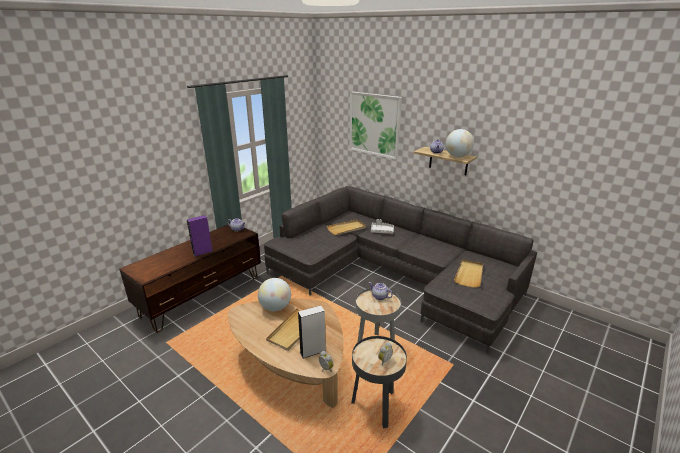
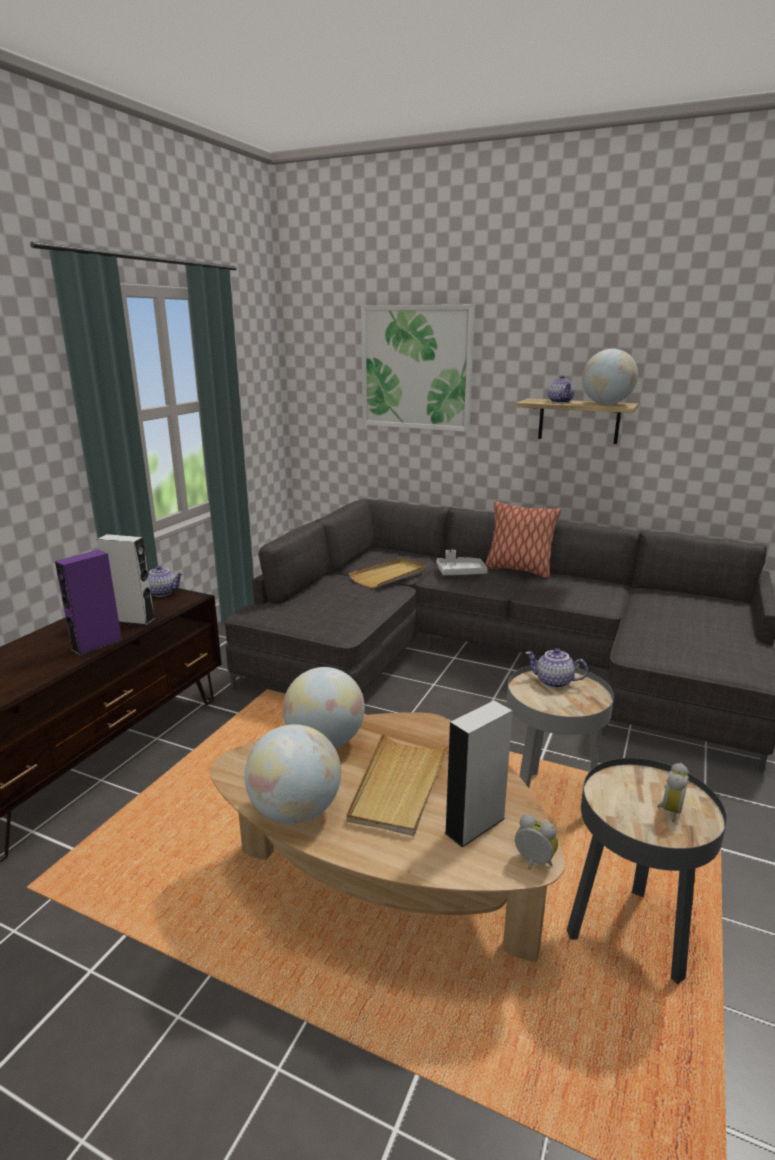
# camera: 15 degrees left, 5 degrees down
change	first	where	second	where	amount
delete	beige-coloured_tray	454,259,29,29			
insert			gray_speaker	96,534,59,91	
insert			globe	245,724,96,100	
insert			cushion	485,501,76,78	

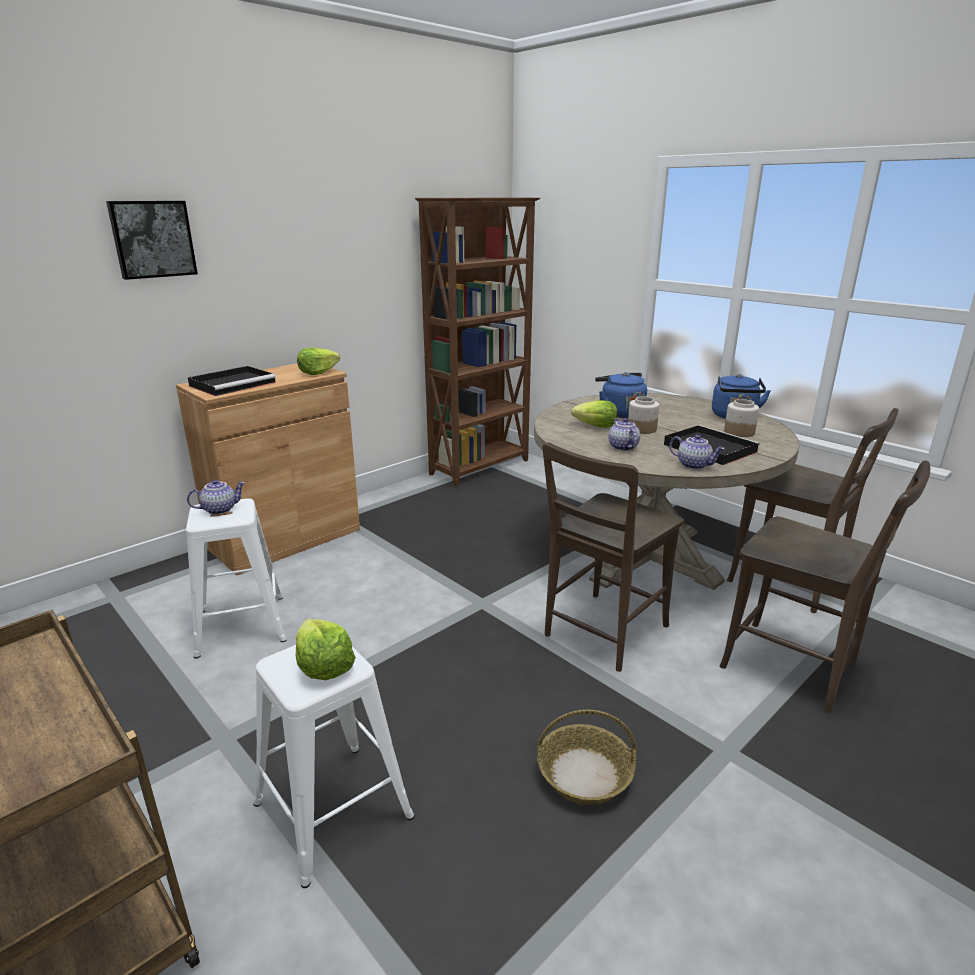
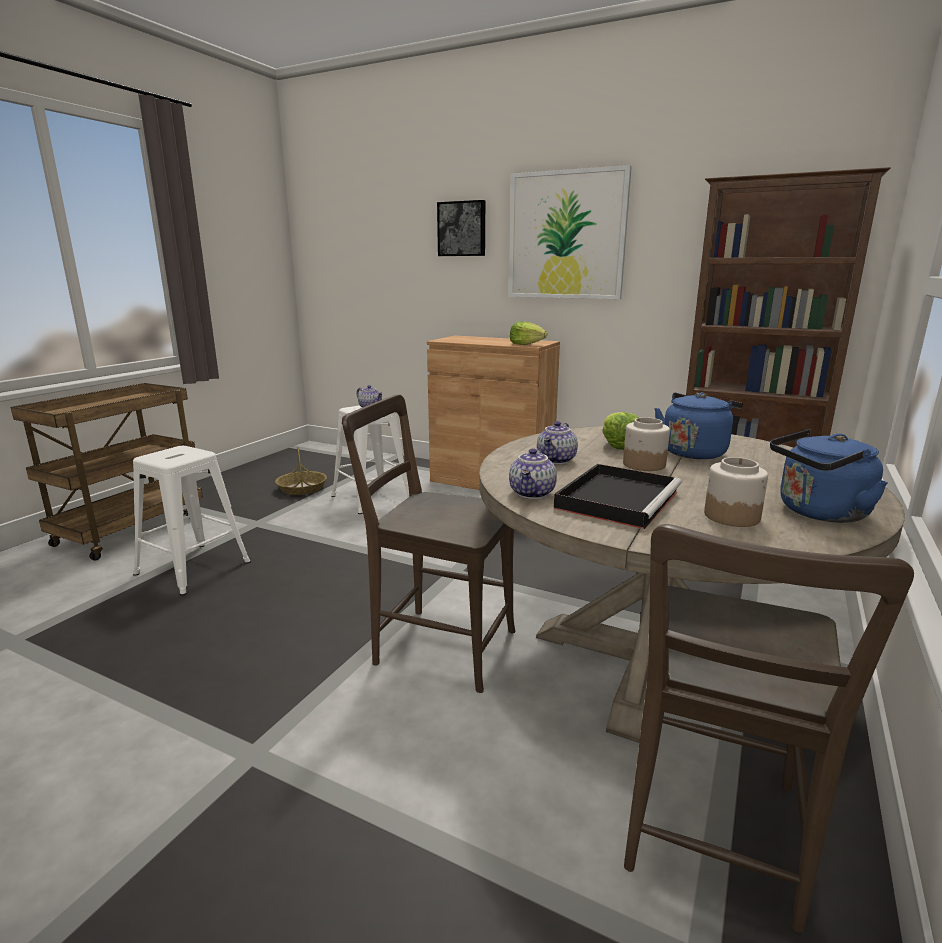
# camera: 70 degrees right, 5 degrees down
change	first	where	second	where	amount
delete	black_tray	188,366,88,30			
delete	head_of_lettuce	296,619,60,61			
delete	brown_chair	720,460,210,253			
insert			picture	509,165,123,134	
move	storage_basket	537,710,99,95		275,447,52,48	
rotate	tea_pot	609,418,31,33		537,421,41,43	150 degrees clockwise

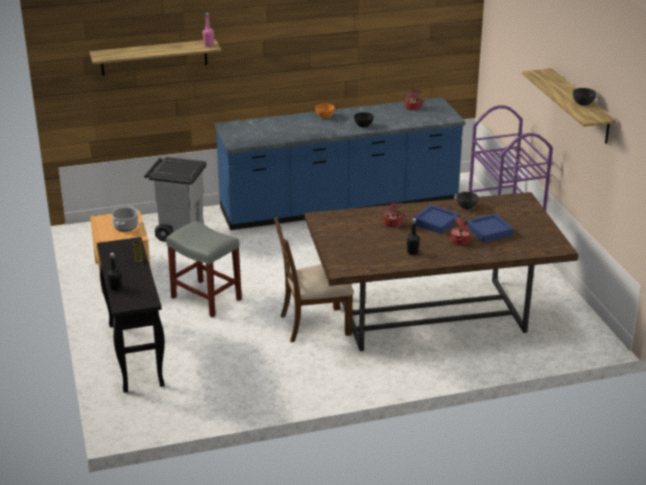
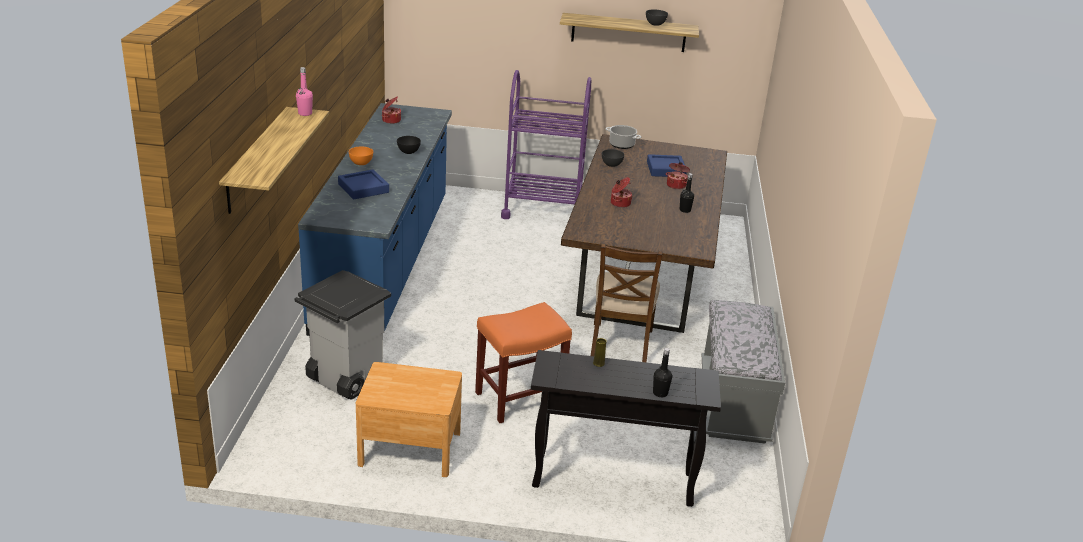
# camera: 70 degrees left, 0 degrees up
change	first	where	second	where	amount
insert			gray_long_seat	702,300,83,144	
move	stockpot	111,206,27,25		605,125,36,24	
move	blue-coloured_tray	413,205,46,29		338,169,51,31	
recolor	gray_sitting_stool	166,221,76,96	orangey_sitting_stool	475,302,97,121	

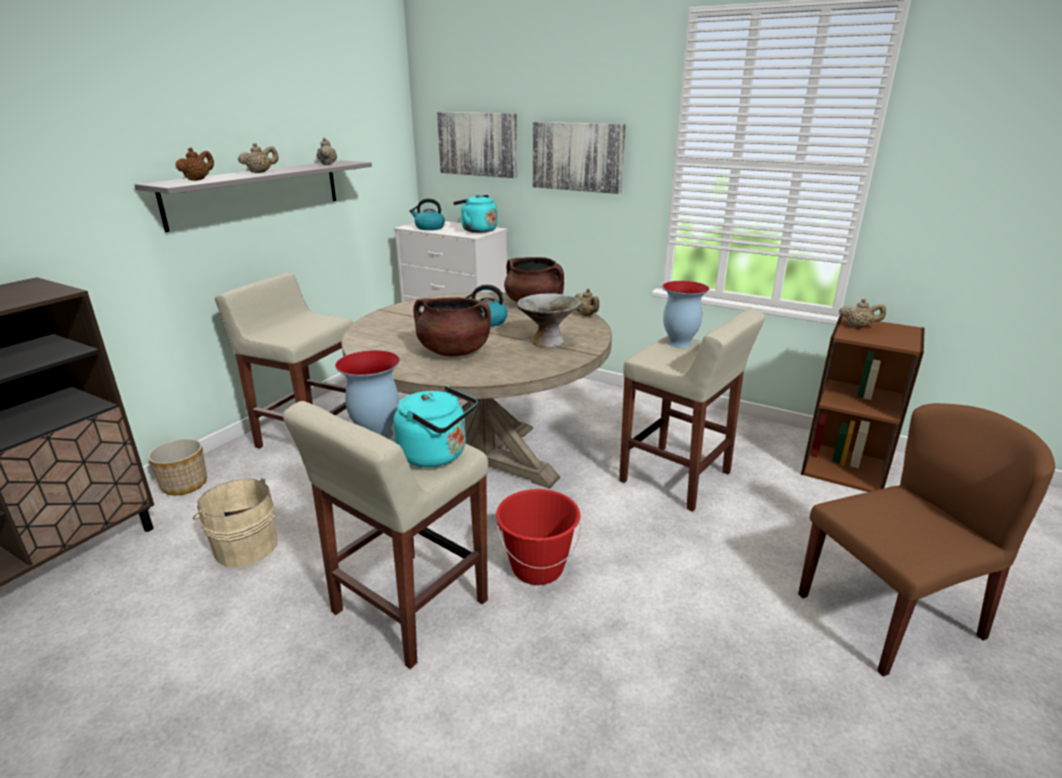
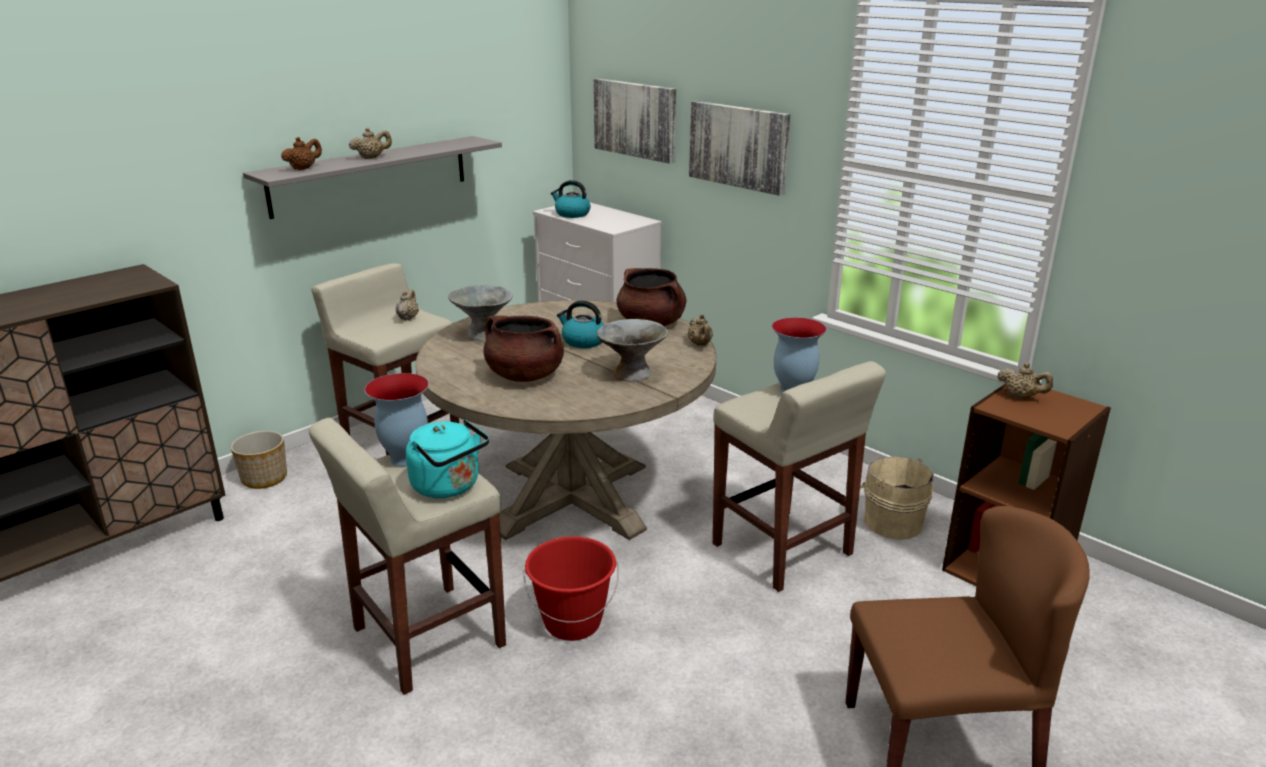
# camera: 15 degrees right, 0 degrees up
change	first	where	second	where	amount
delete	turquoise_kettle	453,194,44,39			
insert			gray_bowl	448,285,65,56	
move	beige-coloured_pail	193,478,85,90		860,456,74,84	
move	beige-coloured_tea_pot	317,138,20,27		395,289,24,31	

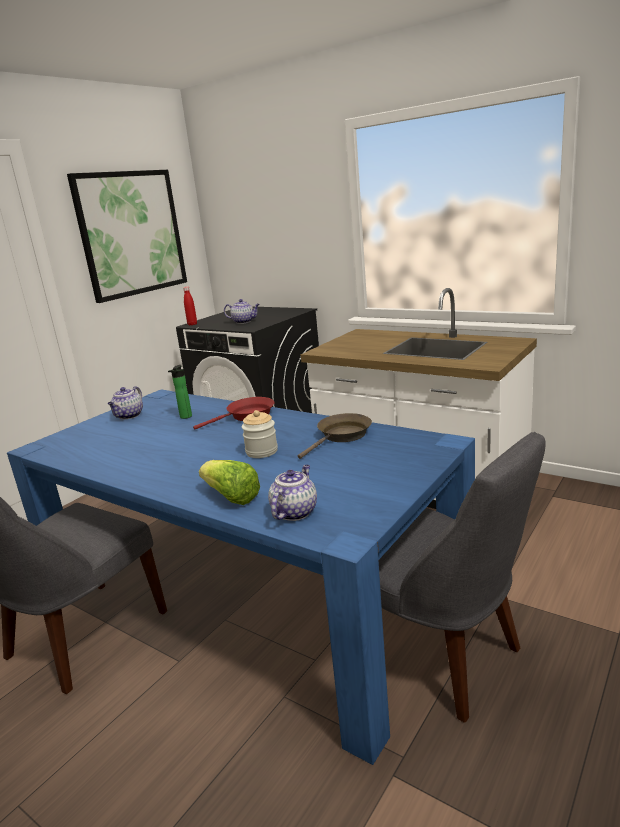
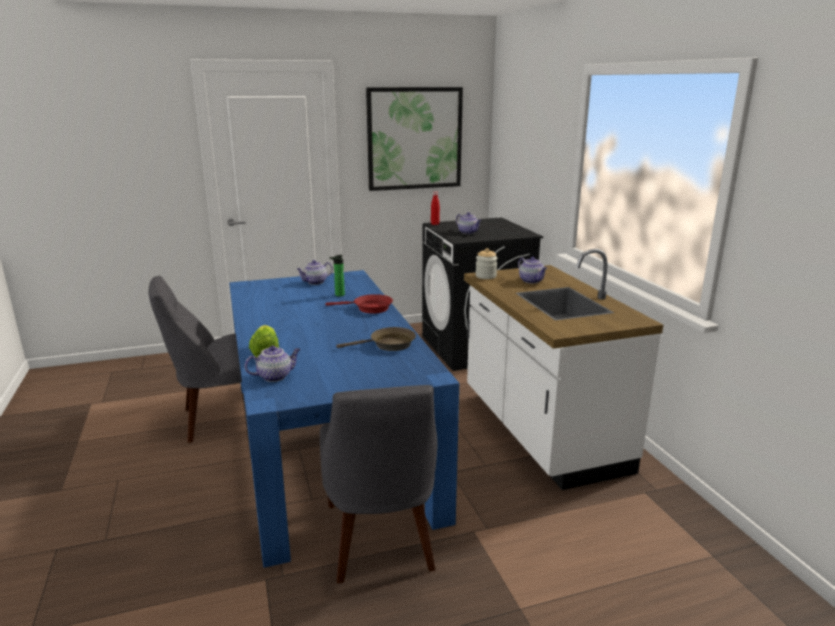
# camera: 35 degrees right, 0 degrees up
change	first	where	second	where	amount
insert			tea_pot	518,257,29,26	
move	storage_jar	242,410,36,48		475,248,23,31	

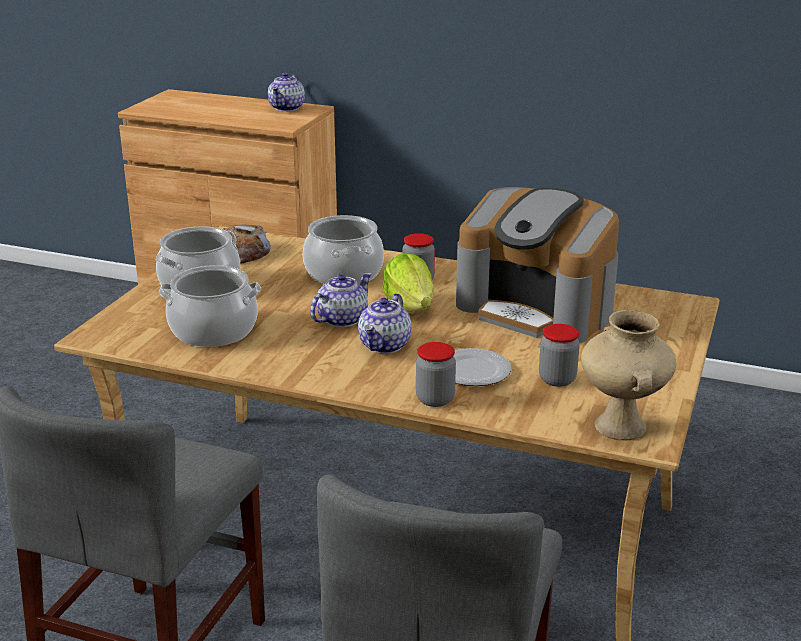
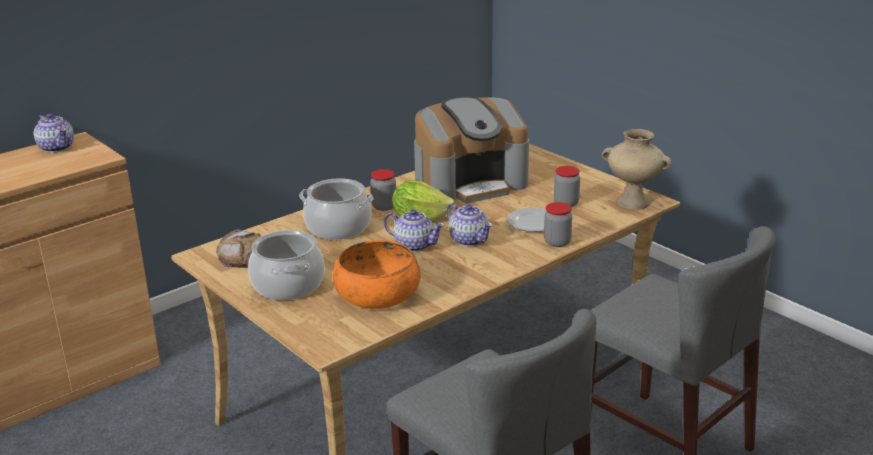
# camera: 60 degrees left, 0 degrees up
change	first	where	second	where	amount
replace	stockpot	159,265,102,82	orangey_bowl	332,240,89,69	
rotate	tea_pot	310,273,62,54		384,209,61,43	135 degrees clockwise

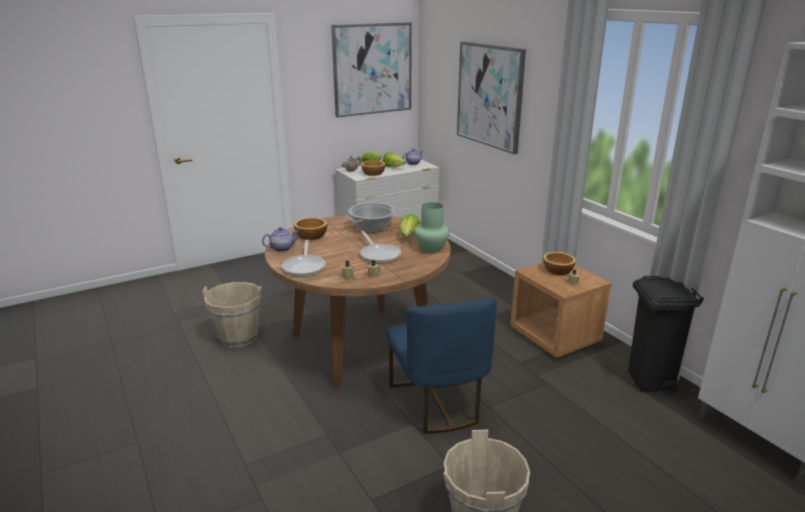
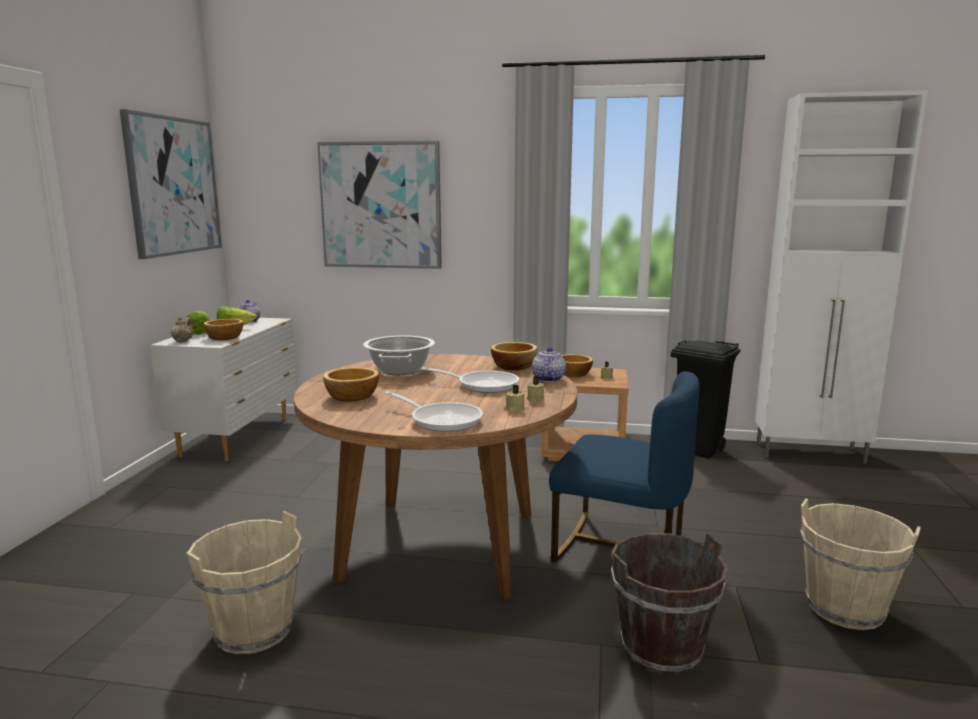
# camera: 50 degrees left, 10 degrees down
change	first	where	second	where	amount
delete	head_of_lettuce	399,214,22,24			
insert			brown_pail	611,533,117,142	
move	tea_pot	262,227,37,25		532,347,34,35	
replace	green-coloured_decorative_vase	414,202,35,51	bowl	491,342,46,28	

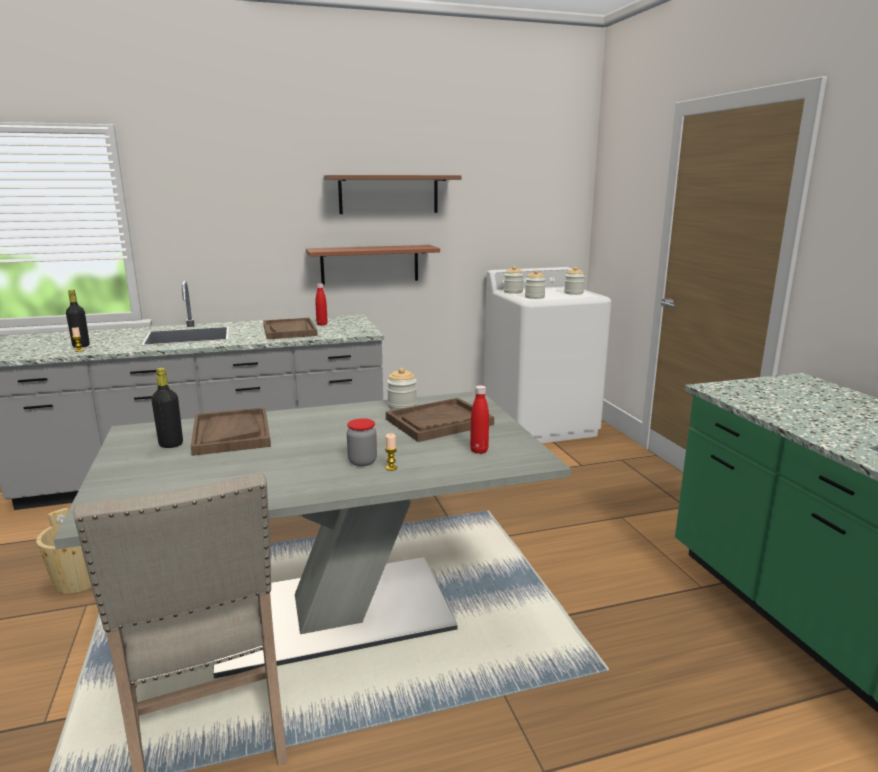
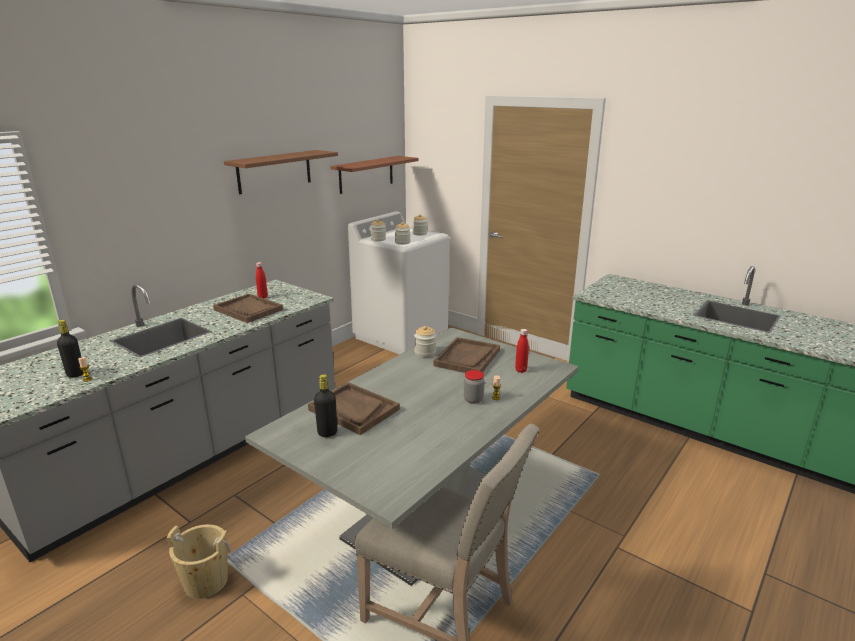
# camera: 35 degrees left, 5 degrees up
change	first	where	second	where	amount
move	brown_shelf	306,245,134,40		330,156,88,38	

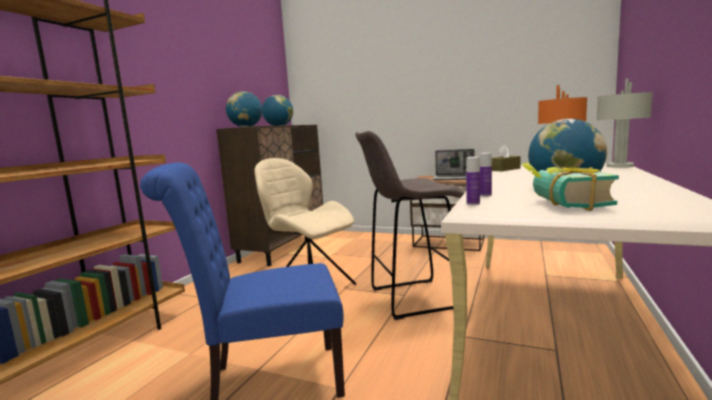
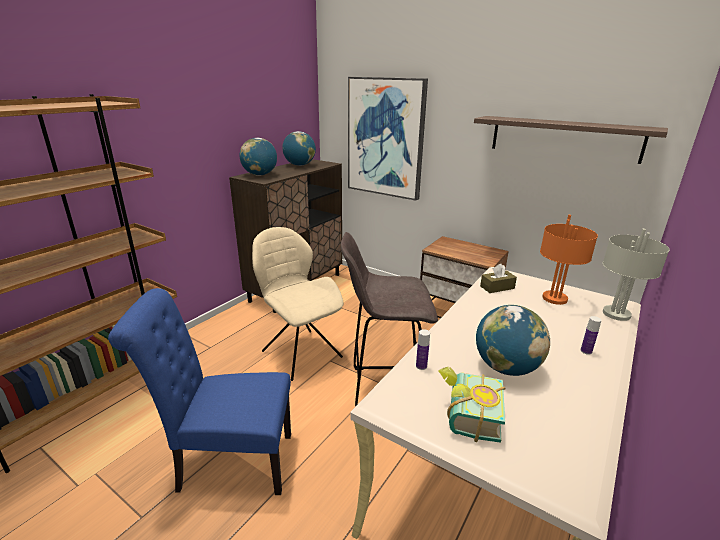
# camera: 10 degrees right, 15 degrees up
change	first	where	second	where	amount
delete	notebook_computer	432,149,43,31			
insert			picture	348,77,80,124	
insert			shelf	474,116,194,48	
move	bottle	466,157,14,48		581,316,20,39	

